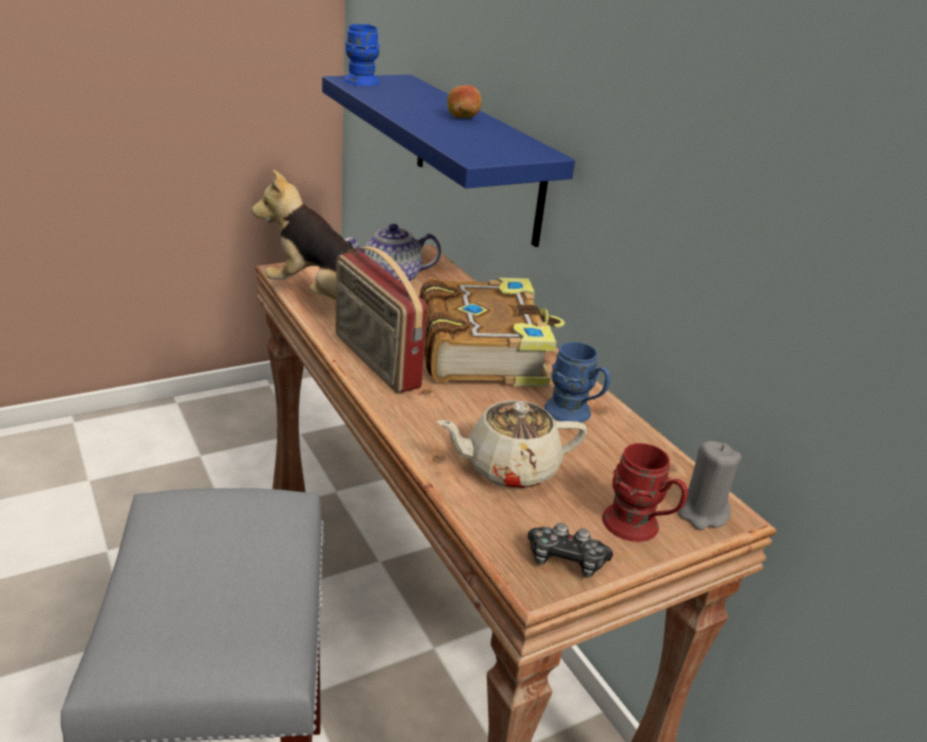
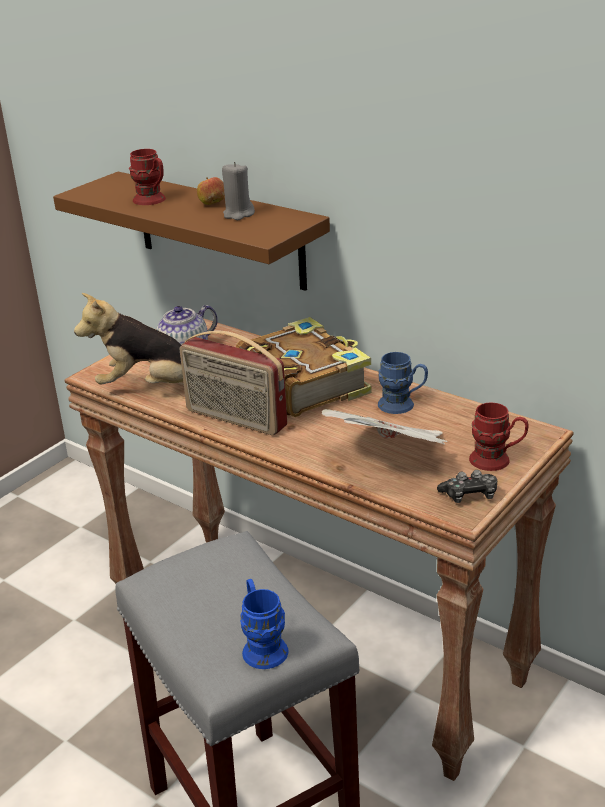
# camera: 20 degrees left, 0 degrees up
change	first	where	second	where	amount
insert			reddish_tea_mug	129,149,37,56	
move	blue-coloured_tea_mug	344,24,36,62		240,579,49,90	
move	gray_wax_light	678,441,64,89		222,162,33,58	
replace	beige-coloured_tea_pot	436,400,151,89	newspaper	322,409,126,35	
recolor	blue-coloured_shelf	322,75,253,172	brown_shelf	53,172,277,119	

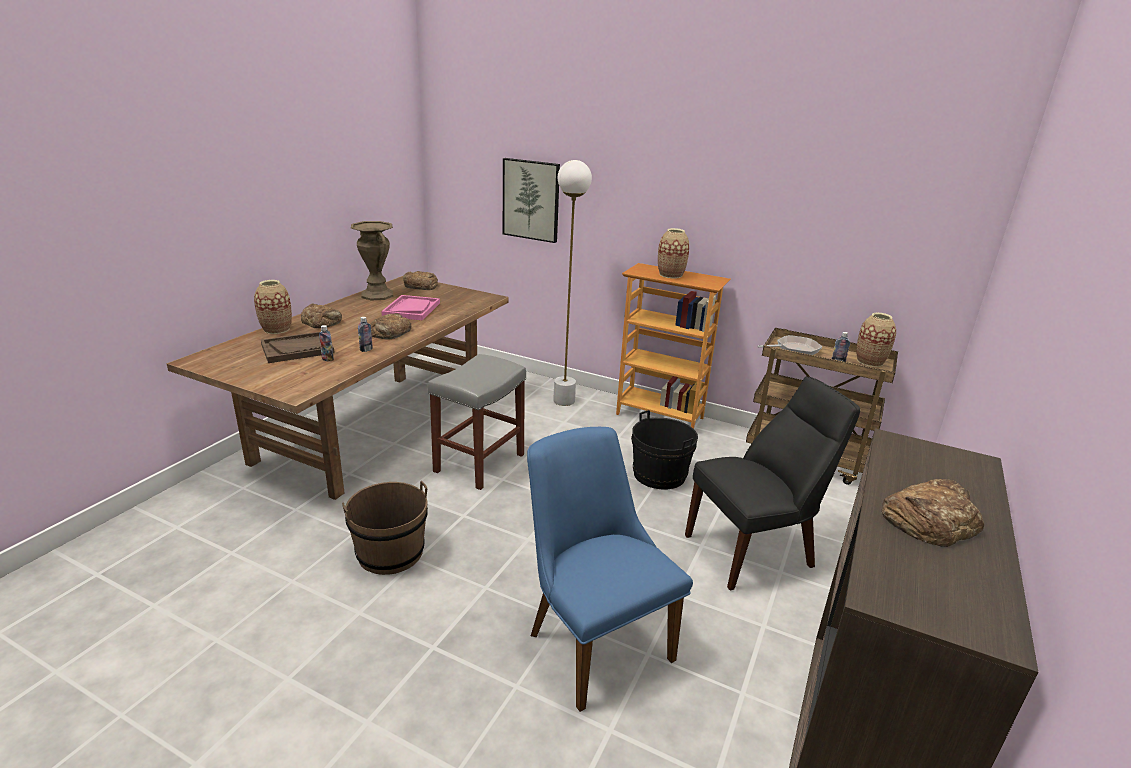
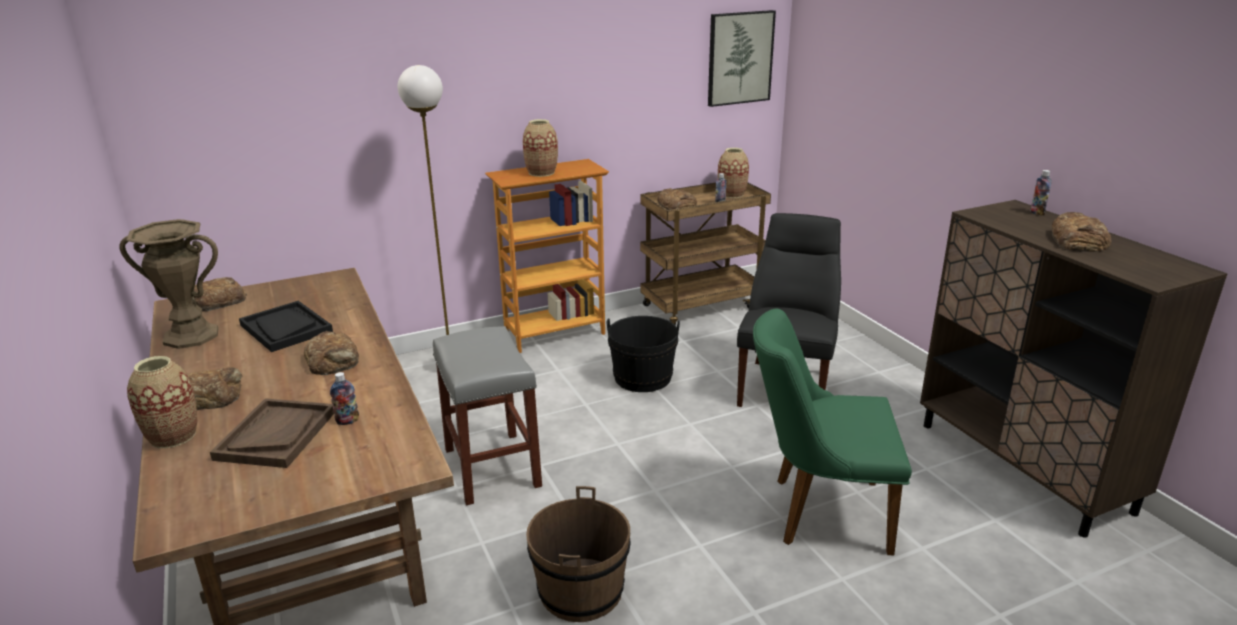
# camera: 50 degrees left, 0 degrees up
change	first	where	second	where	amount
move	bottle	358,317,15,35		1030,170,22,46	
move	picture	503,158,57,85		708,10,68,97	
replace	frying_pan	757,335,65,20	bread	657,188,40,22	
recolor	pink-coloured_tray	381,295,59,25	black_tray	239,301,94,51	
recolor	blue-coloured_chair	527,427,166,285	green-coloured_chair	753,308,159,248	

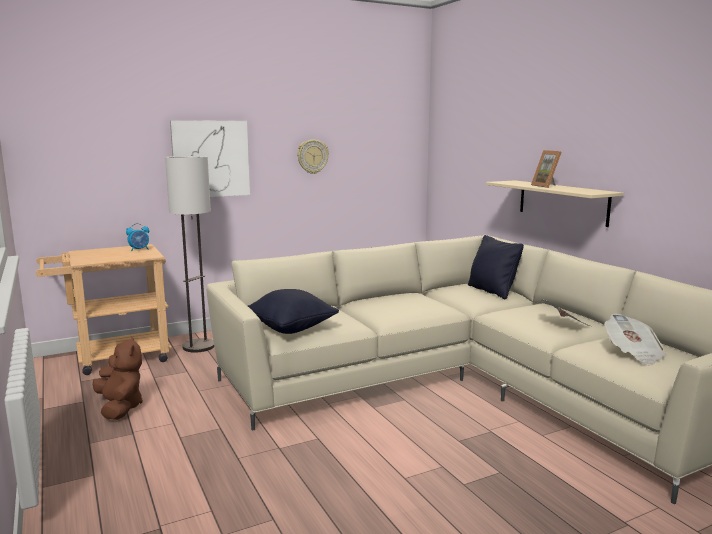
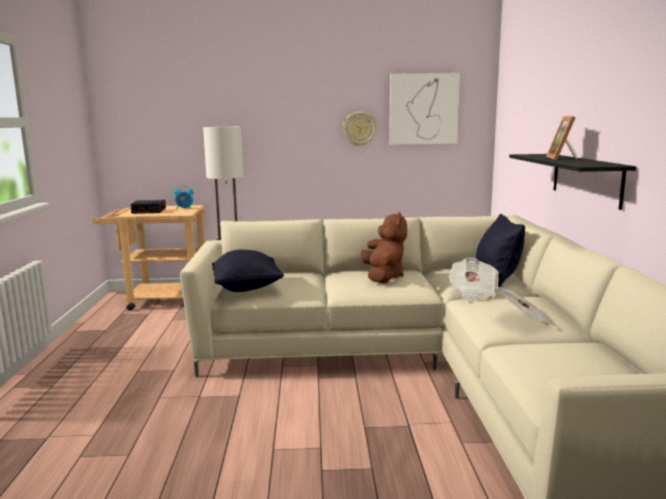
# camera: 25 degrees right, 0 degrees up
change	first	where	second	where	amount
insert			bedside_clock	131,200,35,14	
move	brown_plush_toy	93,336,50,84		361,212,46,71	
move	picture	170,120,80,77		389,73,71,72	
move	newspaper	604,314,63,52		448,258,51,43	
recolor	beige-coloured_shelf	486,180,138,47	black_shelf	509,154,127,56	

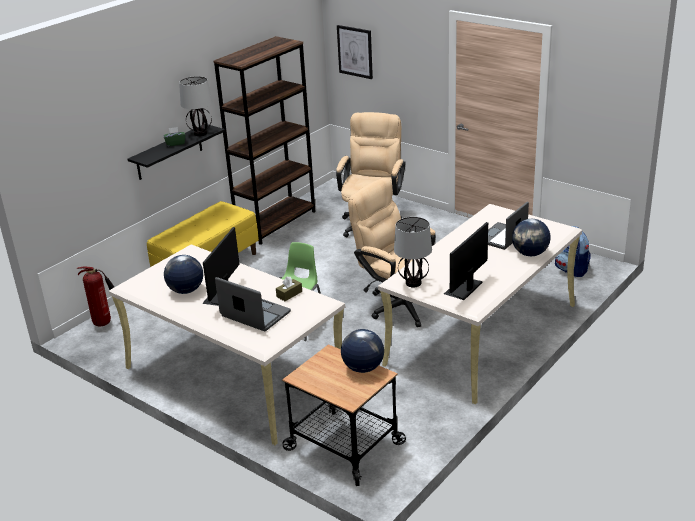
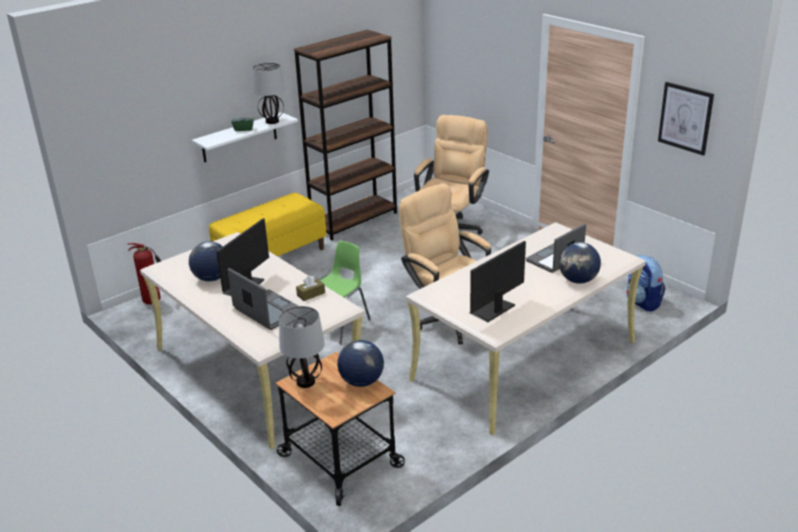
# camera: 10 degrees right, 0 degrees up
change	first	where	second	where	amount
move	picture	337,25,36,54		658,82,56,74	
move	table_lamp	394,217,38,70		279,306,46,82	
recolor	black_shelf	128,124,97,56	whitish_shelf	192,112,106,50	

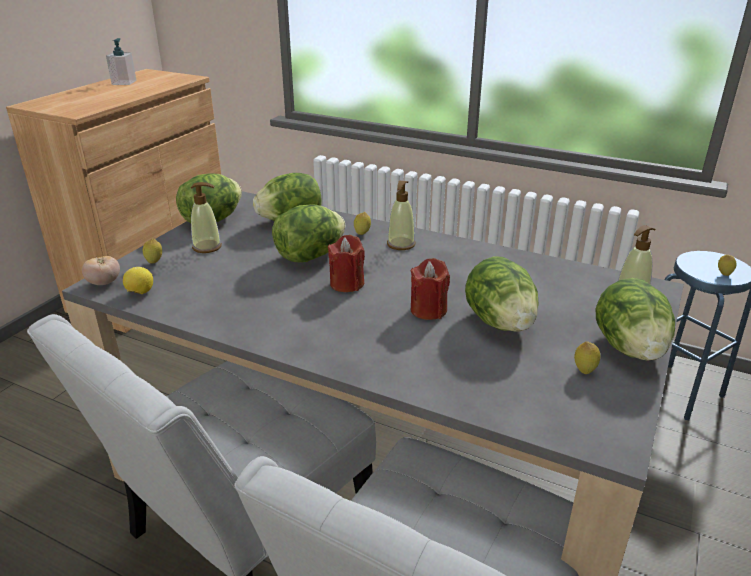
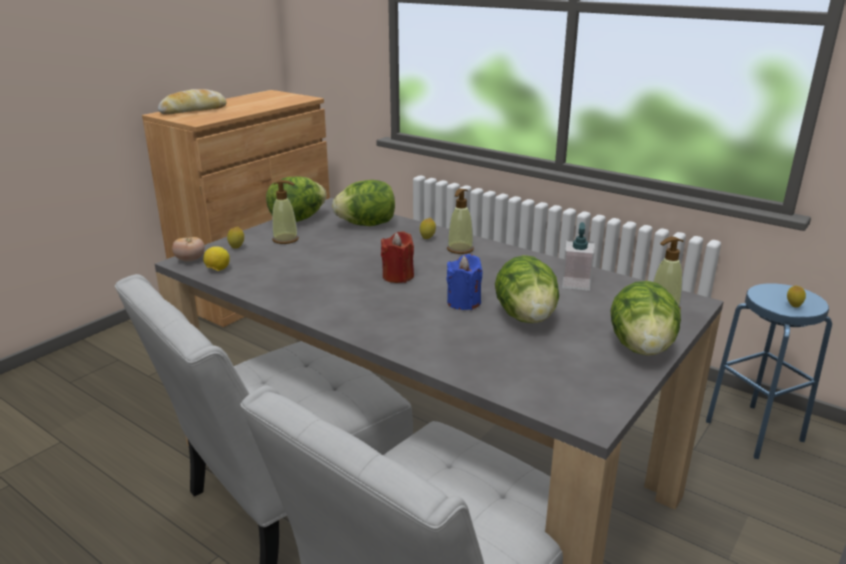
# camera: 10 degrees right, 5 degrees down
change	first	where	second	where	amount
delete	head_of_lettuce	272,204,73,59			
delete	citrus_fruit	574,341,26,33			
insert			bread	158,89,69,26	
move	liquid_soap_bottle	106,38,30,47		562,222,33,69	
recolor	reddish_wax_light	411,258,39,62	blue-coloured_wax_light	446,254,37,56	

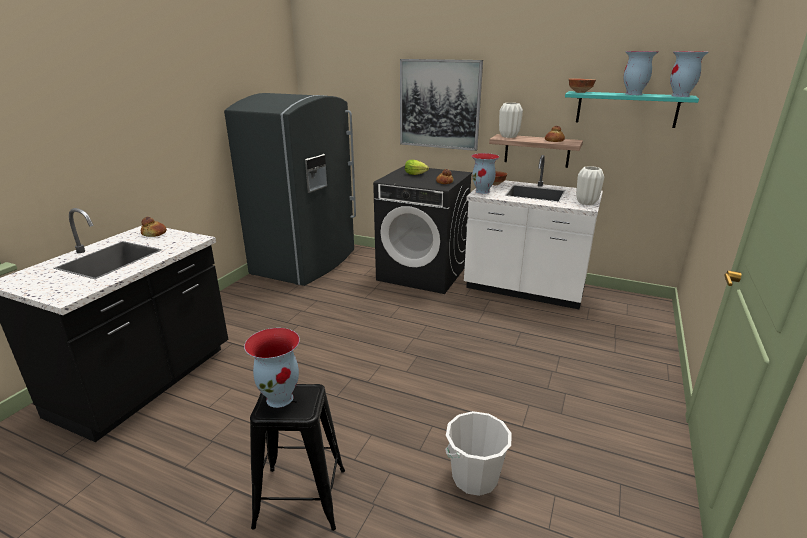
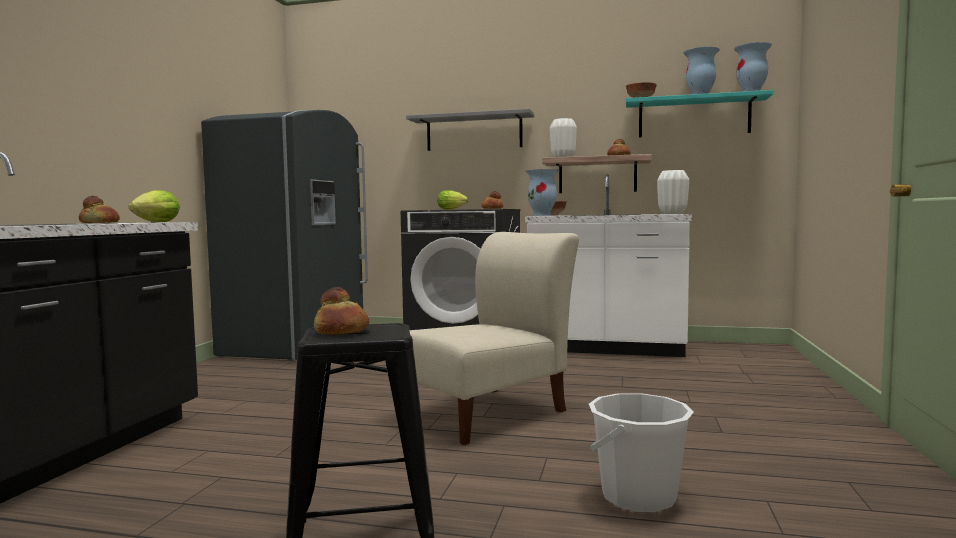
# camera: 10 degrees left, 20 degrees down
change	first	where	second	where	amount
insert			head_of_lettuce	129,190,51,32	
insert			beige-coloured_chair	410,232,169,213	
replace	decorative_vase	244,328,56,80	bread	314,287,55,48	
replace	picture	400,59,83,92	gray_shelf	406,109,128,42	

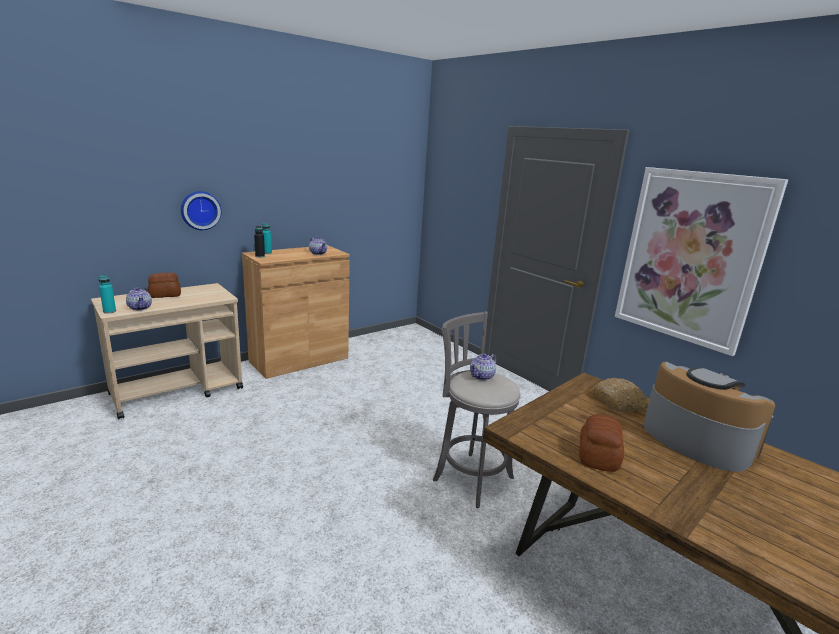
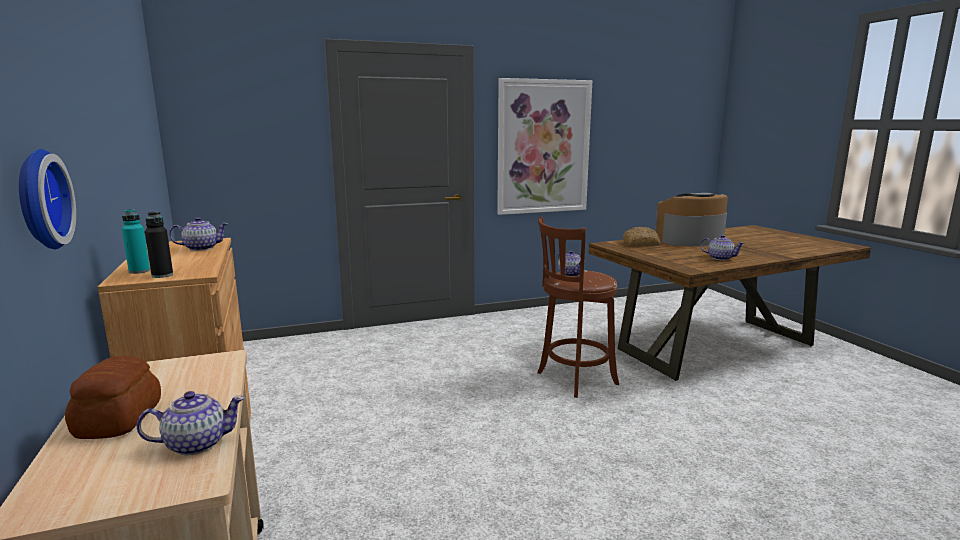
# camera: 70 degrees left, 5 degrees down
change	first	where	second	where	amount
delete	turquoise_bottle	99,275,17,39			
replace	bread	579,414,45,58	tea_pot	700,235,45,25	
recolor	gray_sitting_stool	433,311,88,197	brown_sitting_stool	537,217,82,181	

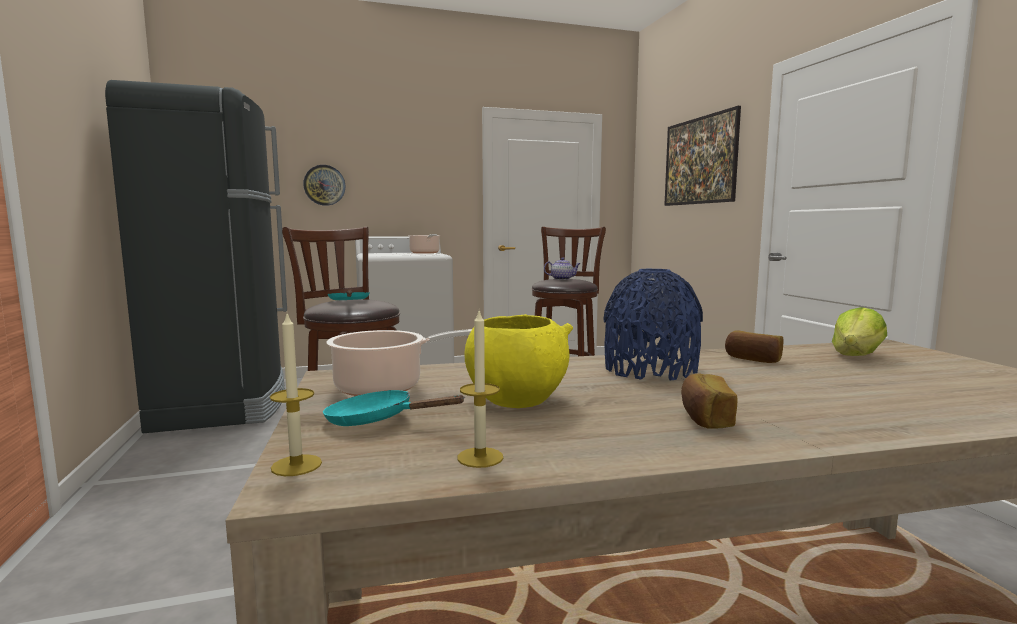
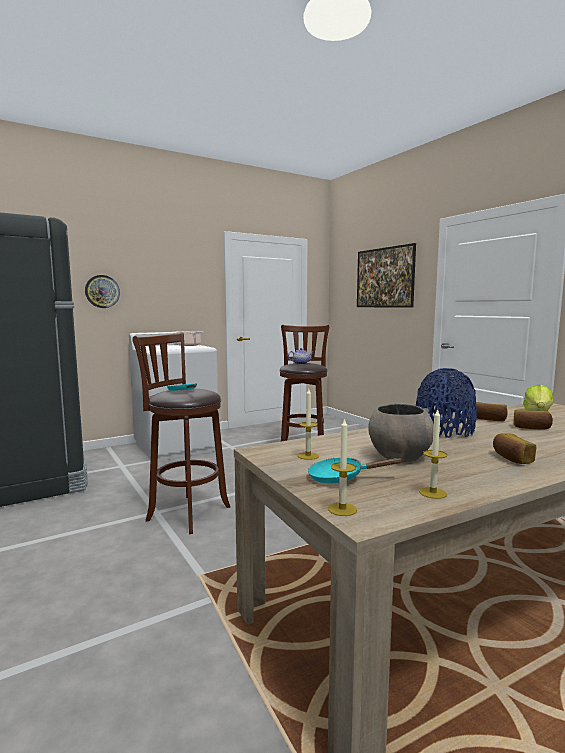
# camera: 15 degrees left, 0 degrees up
change	first	where	second	where	amount
insert			bread	514,410,39,20	
replace	stockpot	327,329,145,67	wax_light	298,389,21,71	
recolor	yellow-coloured_bowl	464,314,109,94	gray_bowl	368,403,66,59	

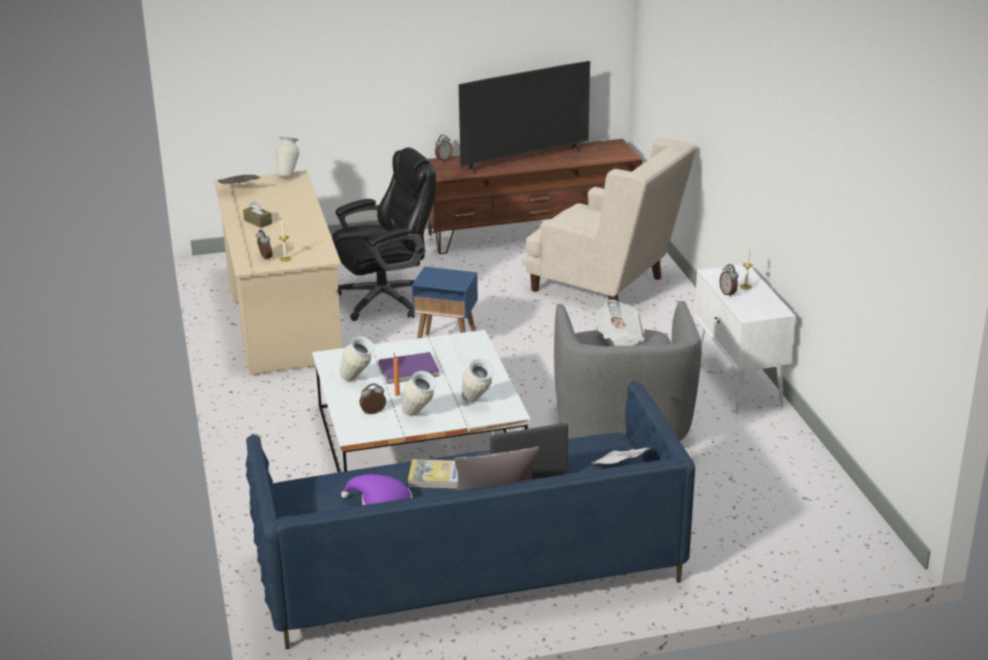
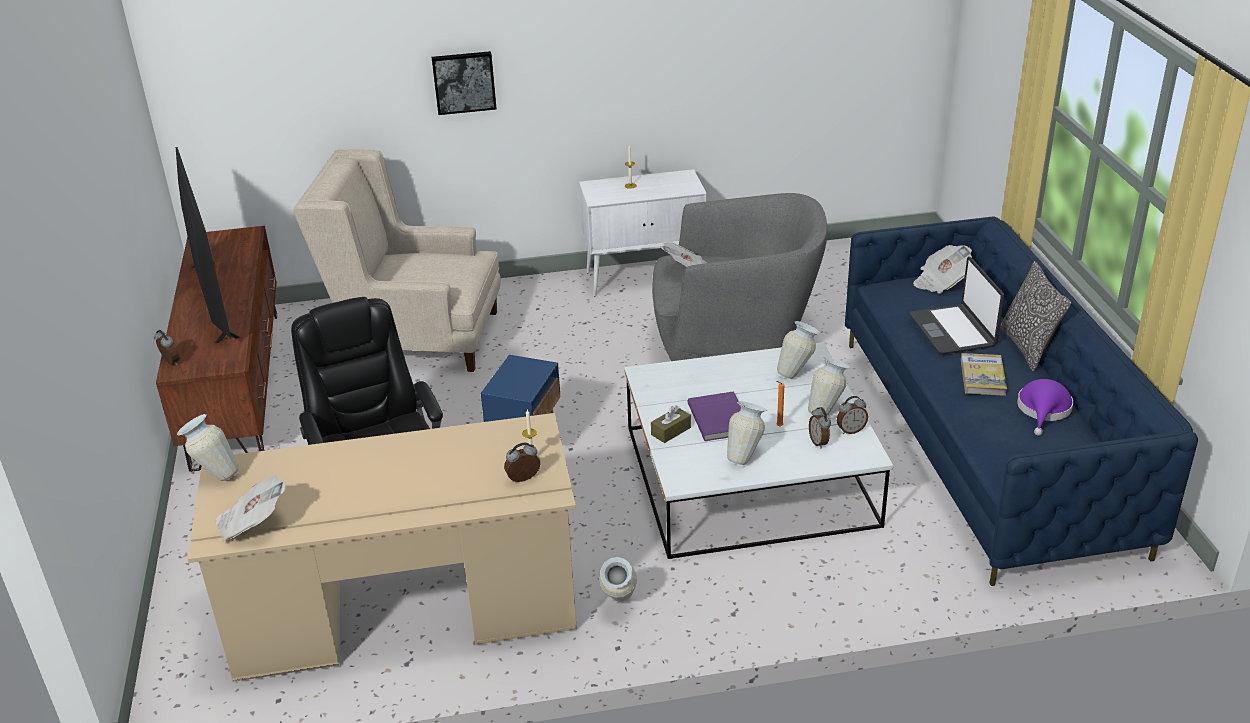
# camera: 85 degrees left, 5 degrees up
change	first	where	second	where	amount
insert			picture	432,51,65,64	
insert			decorative_vase	599,557,38,45	
move	brown_box_of_tissues	243,201,29,27		651,405,40,38	
move	bedside_clock	720,264,18,33		837,396,31,38	
rotate	beige-coloured_easy_chair	525,138,171,164		293,149,208,223	120 degrees counterclockwise

